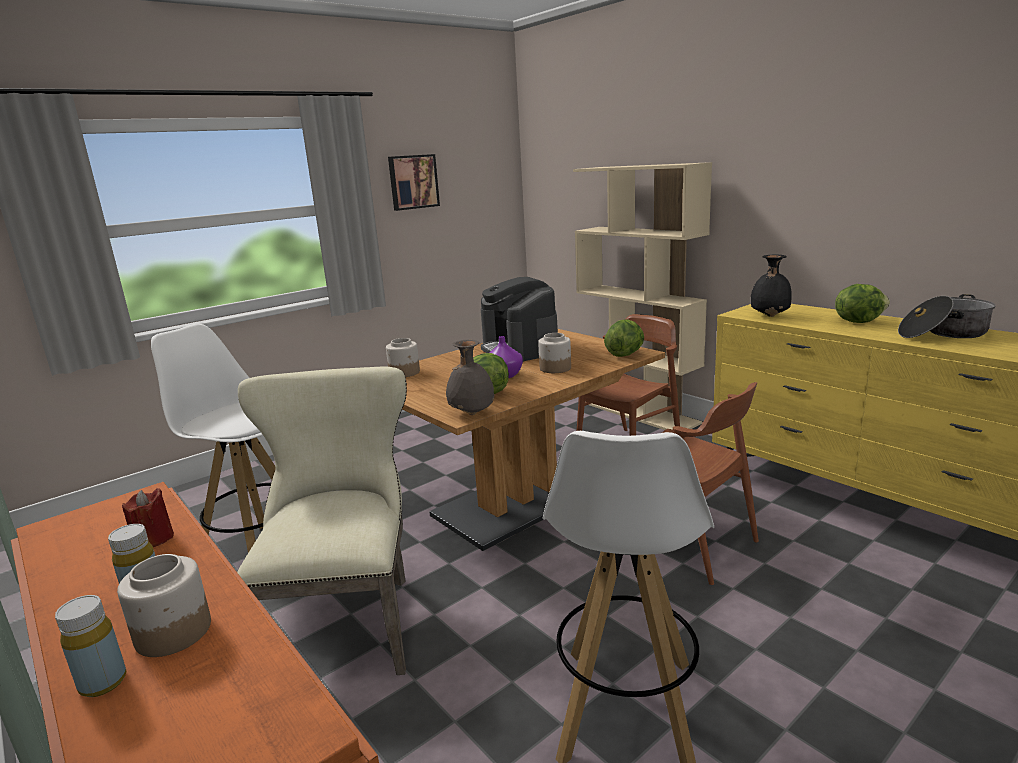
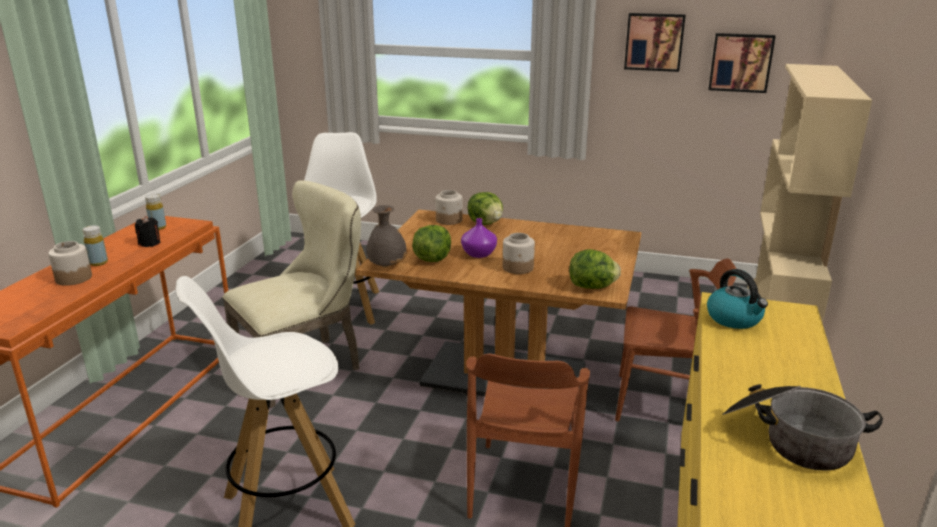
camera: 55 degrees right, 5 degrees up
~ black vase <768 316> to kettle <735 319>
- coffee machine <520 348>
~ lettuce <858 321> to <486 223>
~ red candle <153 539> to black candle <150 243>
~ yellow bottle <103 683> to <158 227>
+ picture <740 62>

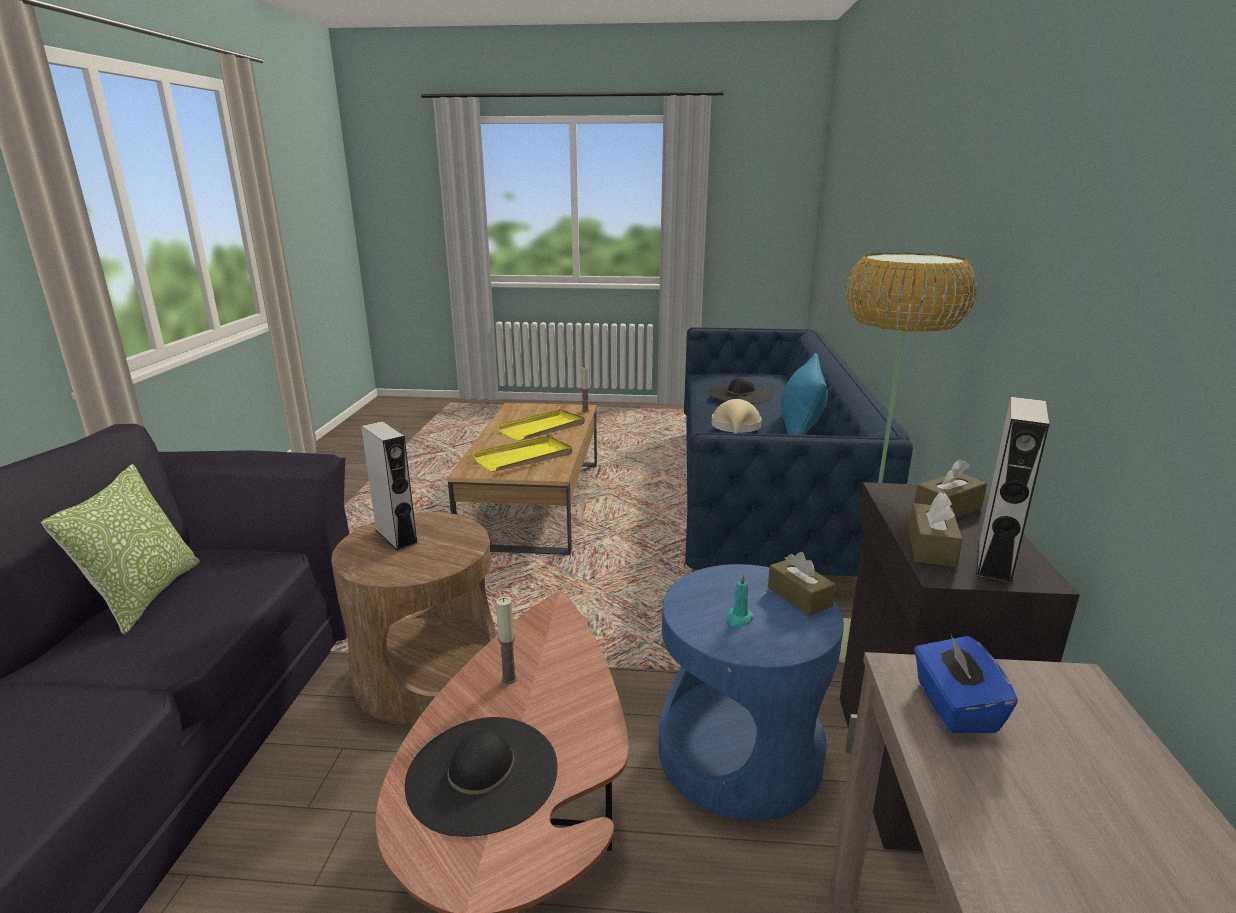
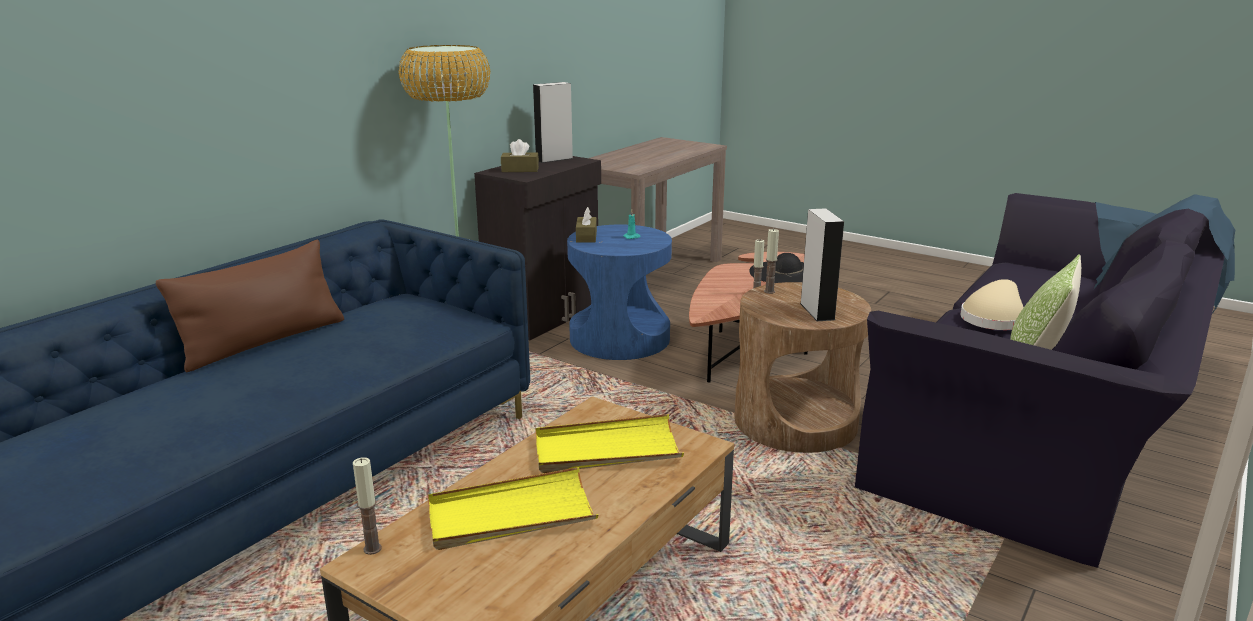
camera: 150 degrees left, 0 degrees up
~ blue pillow <800 426> to brown pillow <264 342>
- black hat <740 394>
~ beige hat <736 428> to <993 319>
- brown tissue box <931 547>
- blue tissue box <954 707>
+ candle <769 291>

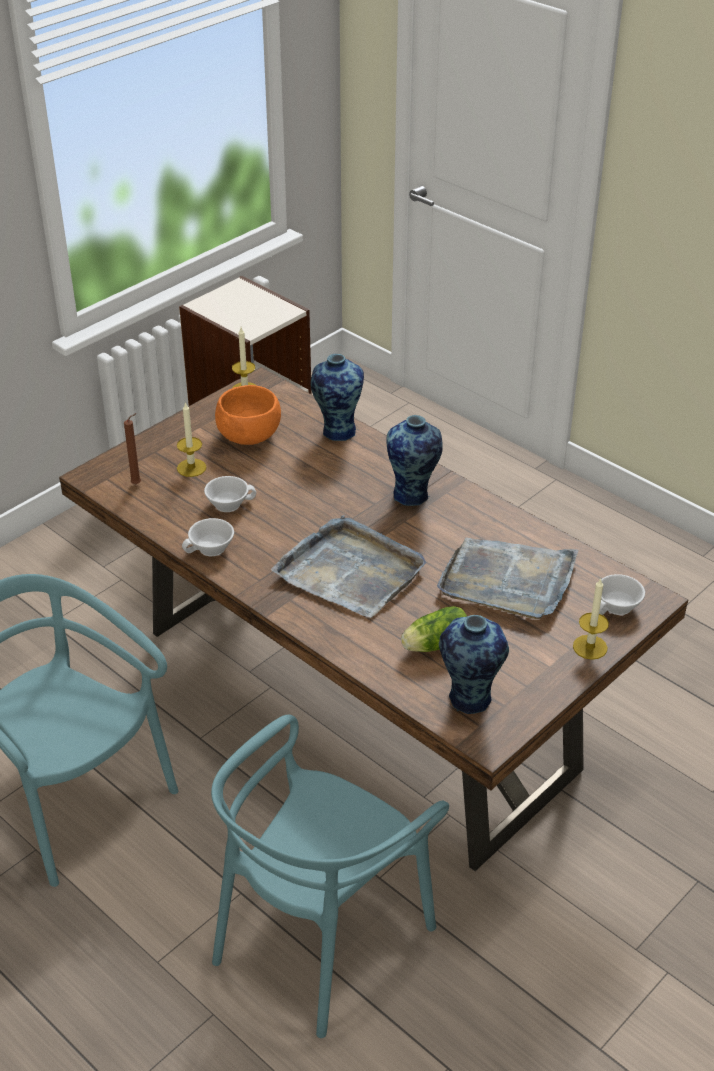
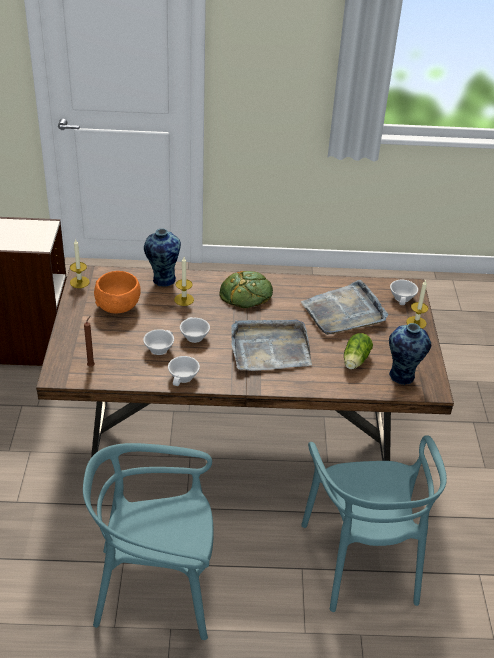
camera: 45 degrees left, 0 degrees up
~ candle <191 468> to <184 299>
~ vase <413 495> to bread <246 294>
+ white cup <193 336>

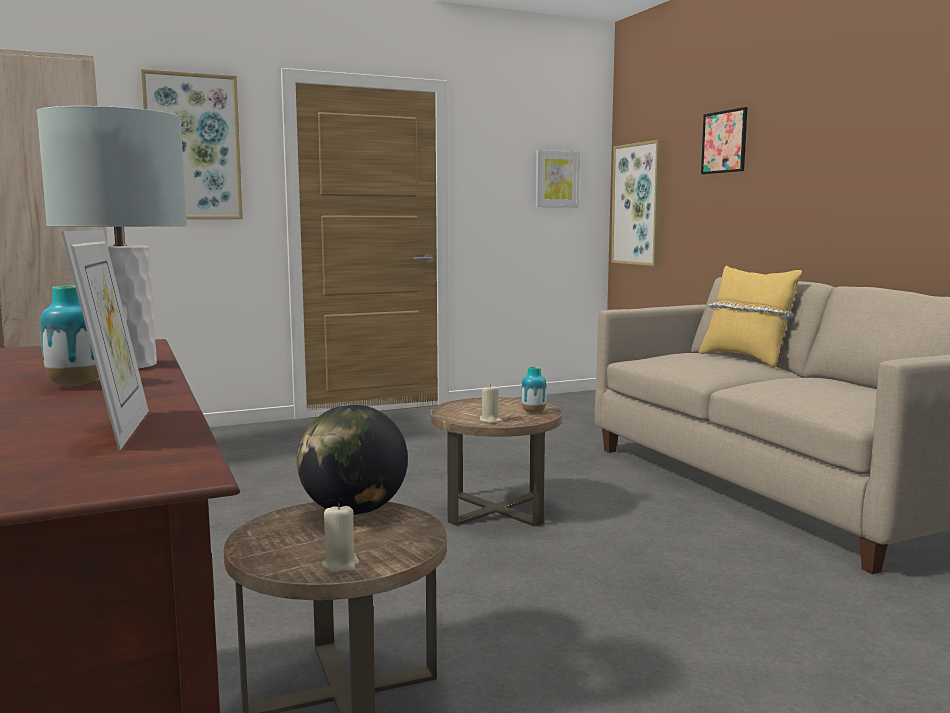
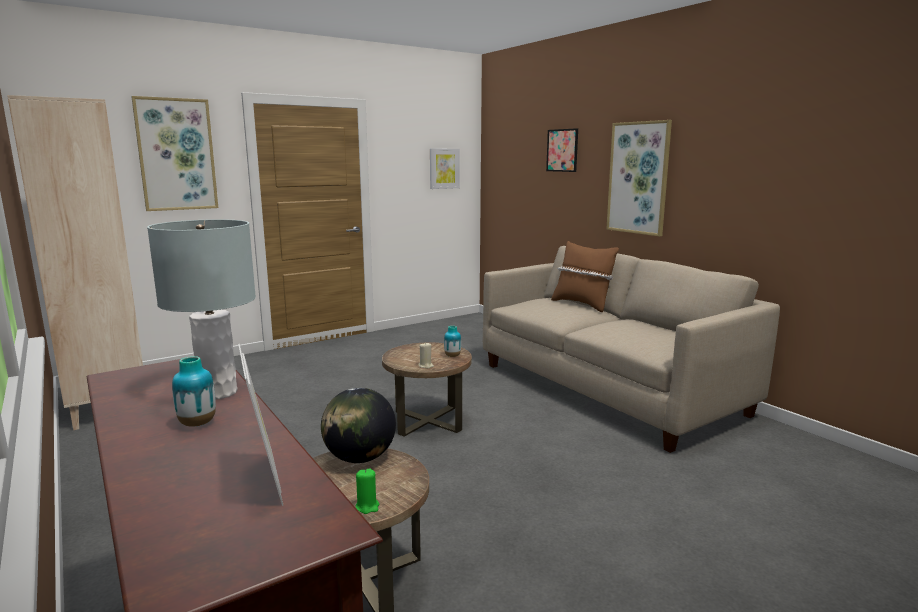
camera: 10 degrees left, 5 degrees up
~ picture <637 204> to <638 178>
~ yellow pillow <745 359> to brown pillow <582 304>
~ beige candle <341 564> to green candle <367 506>

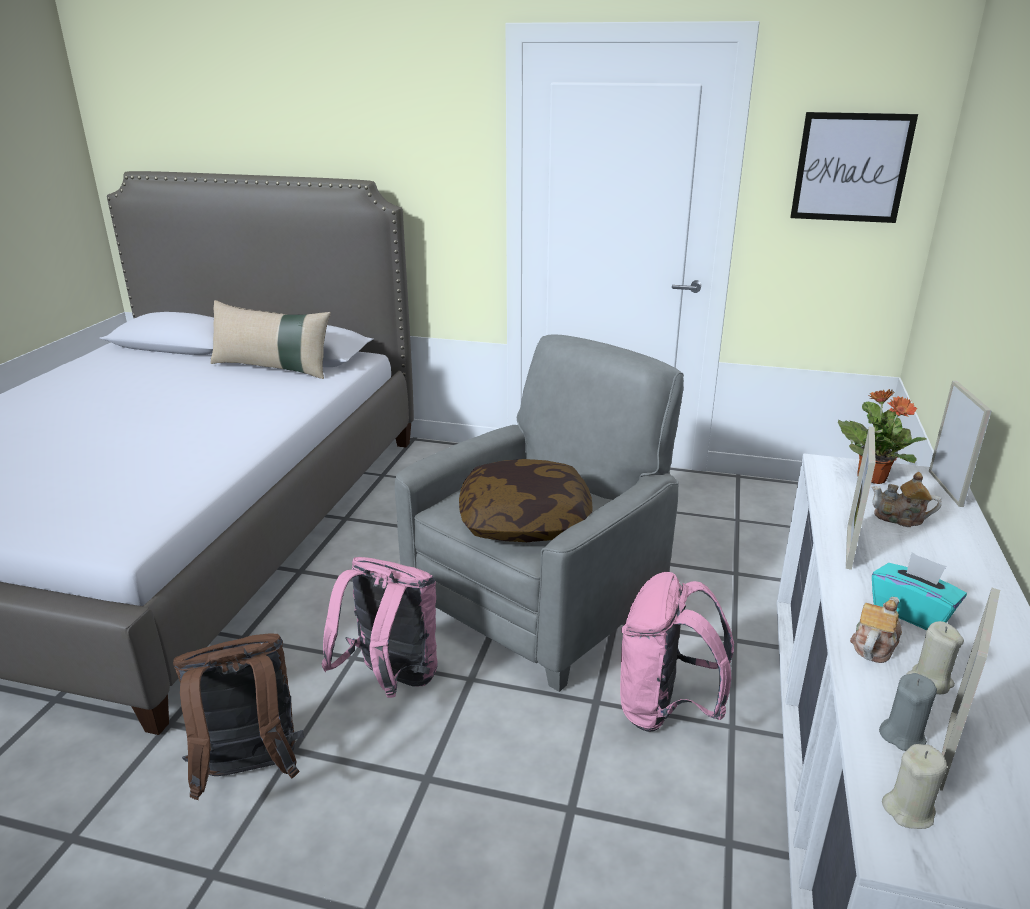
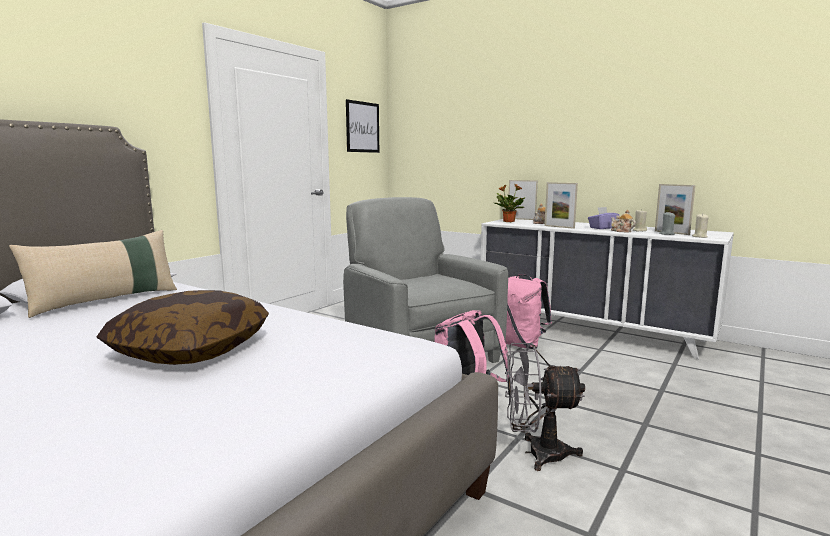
camera: 70 degrees left, 15 degrees down
~ pillow <525 521> to <191 350>
~ turquoise tissue box <911 612> to purple tissue box <602 228>
~ brown backpack <250 772> to grey fan <536 453>

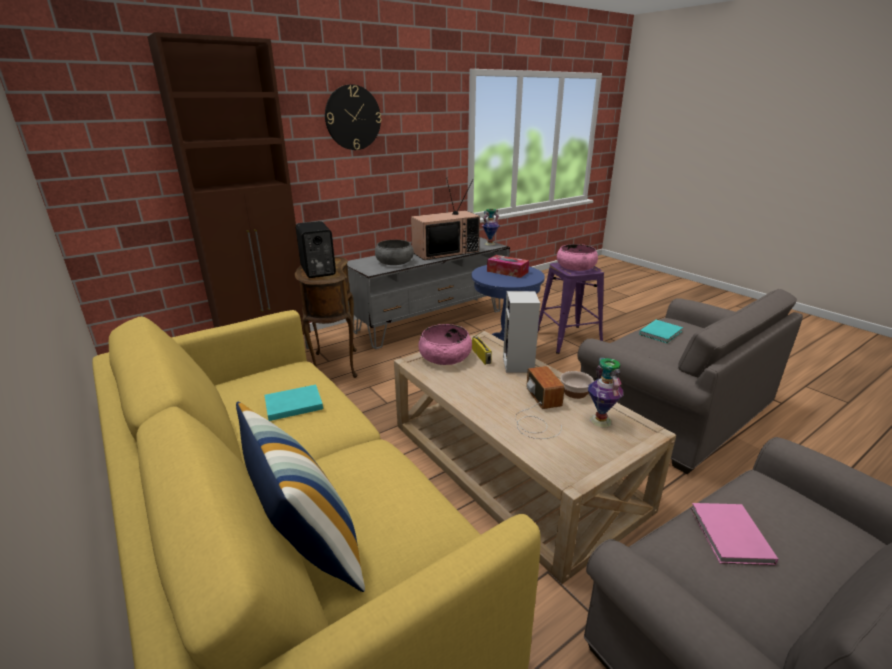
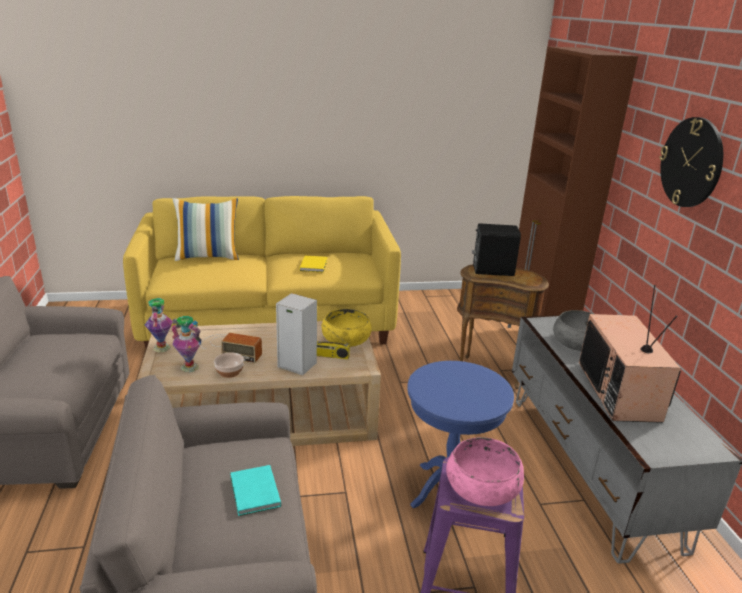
camera: 115 degrees right, 0 degrees up
~ vase <490 243> to <161 347>
- tissue box <507 272>
~ pink bowl <445 356> to yellow bowl <346 339>
~ turquoise book <292 404> to yellow book <314 265>
- pink book <730 537>

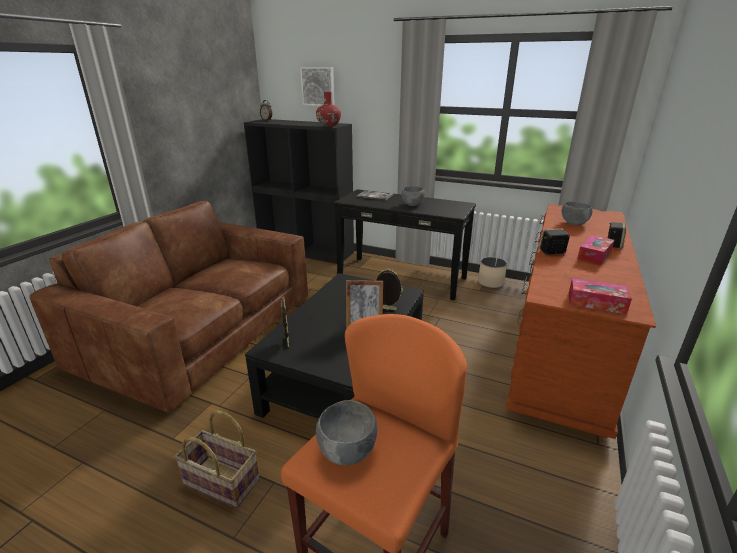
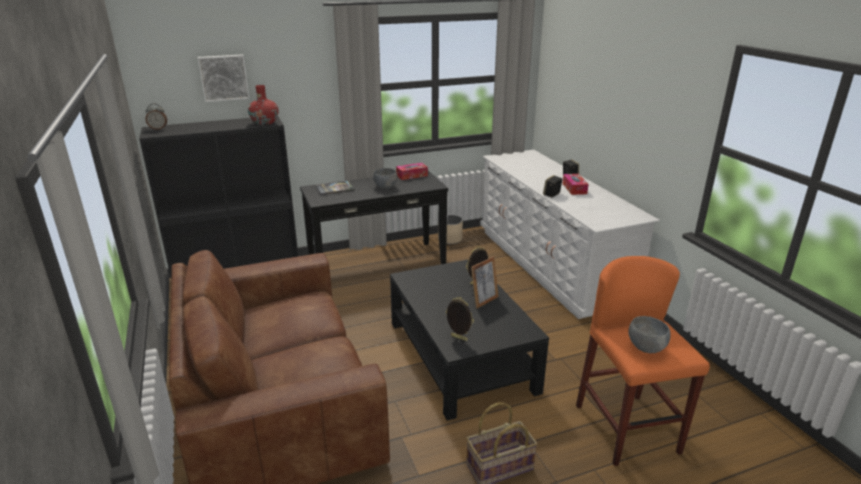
camera: 45 degrees left, 0 degrees up
- grey bowl <573 223>
~ brown dresser <560 345> to white dresser <550 265>
~ tissue box <596 303> to <412 175>

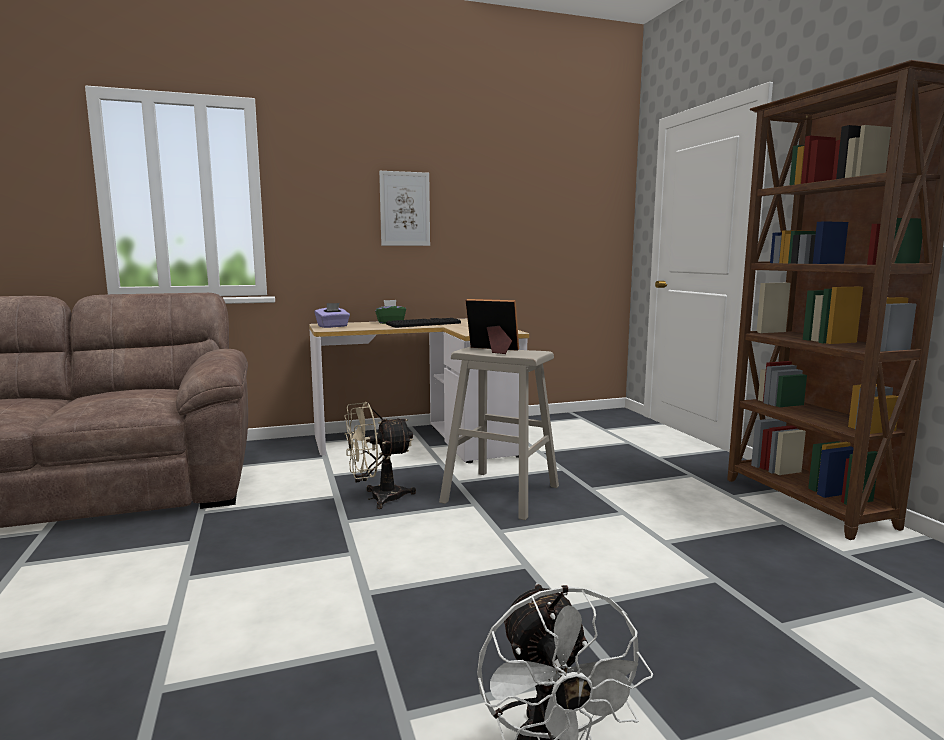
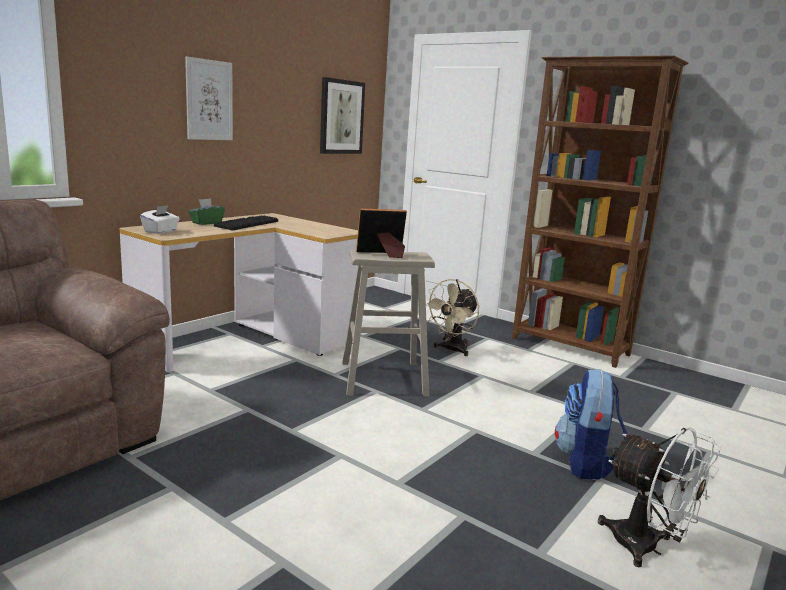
camera: 35 degrees left, 5 degrees up
~ purple tissue box <333 326> to white tissue box <161 231>
~ beige fan <378 498> to <451 350>
+ picture <341 117>
+ backpack <586 463>

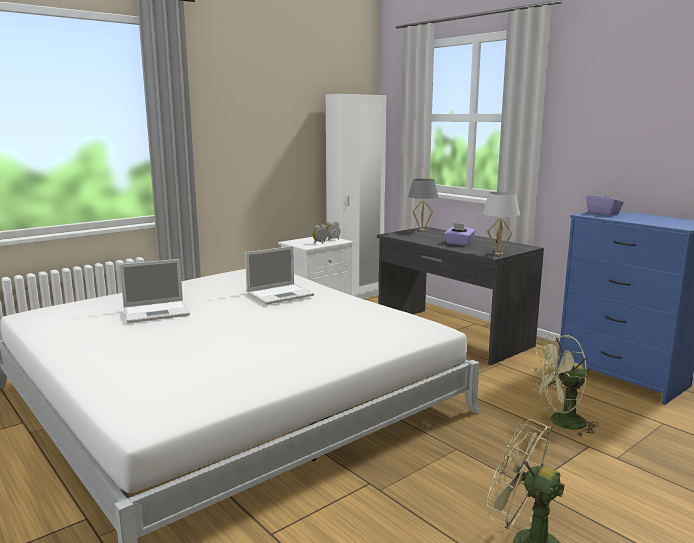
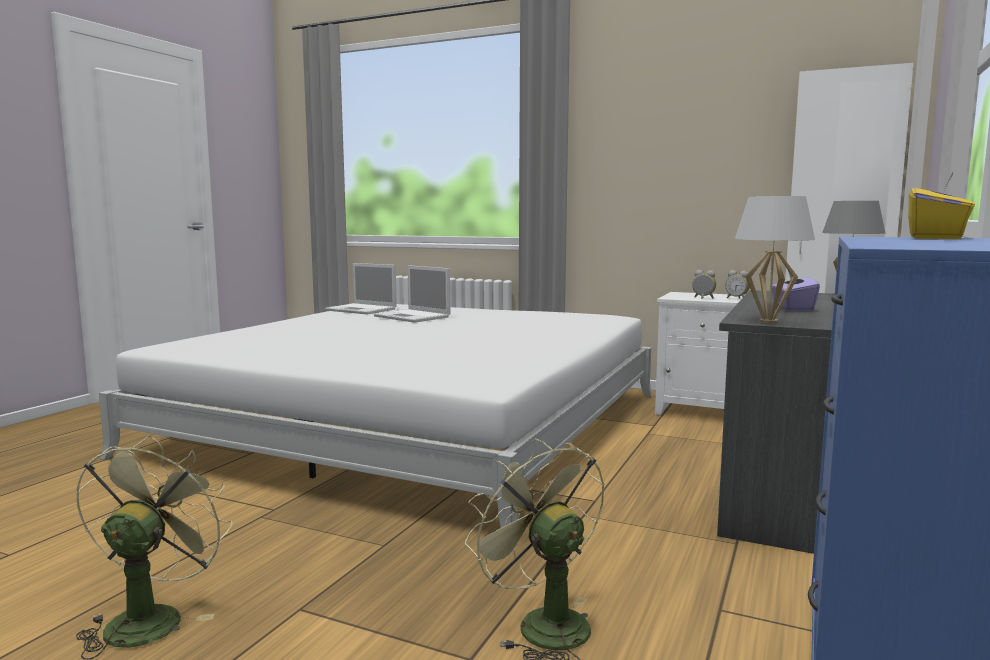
camera: 65 degrees right, 5 degrees down
~ purple tissue box <603 213> to yellow tissue box <936 238>
~ laptop <281 294> to <362 310>

